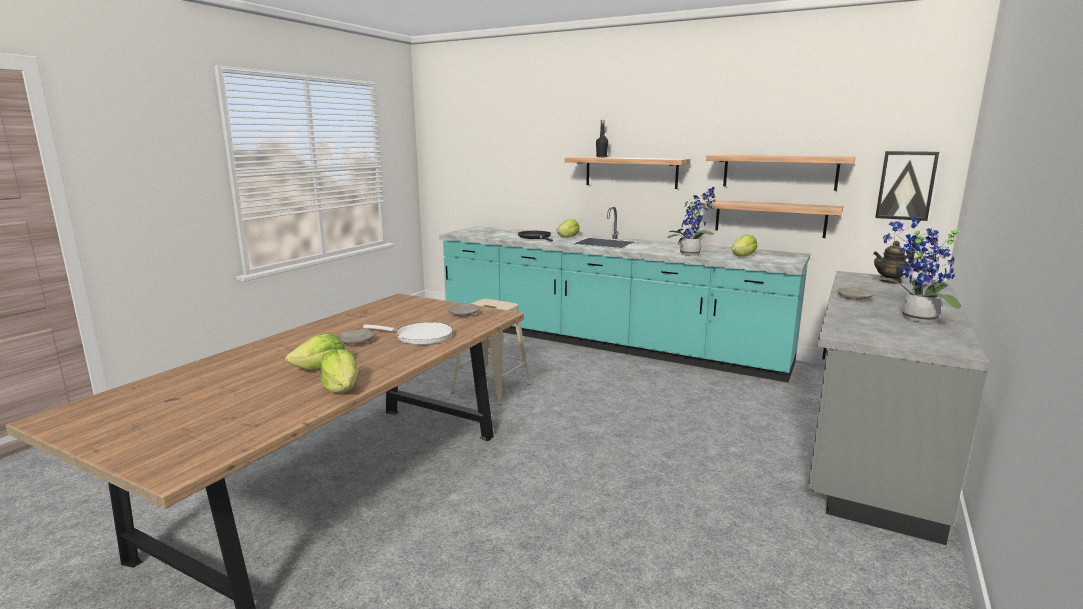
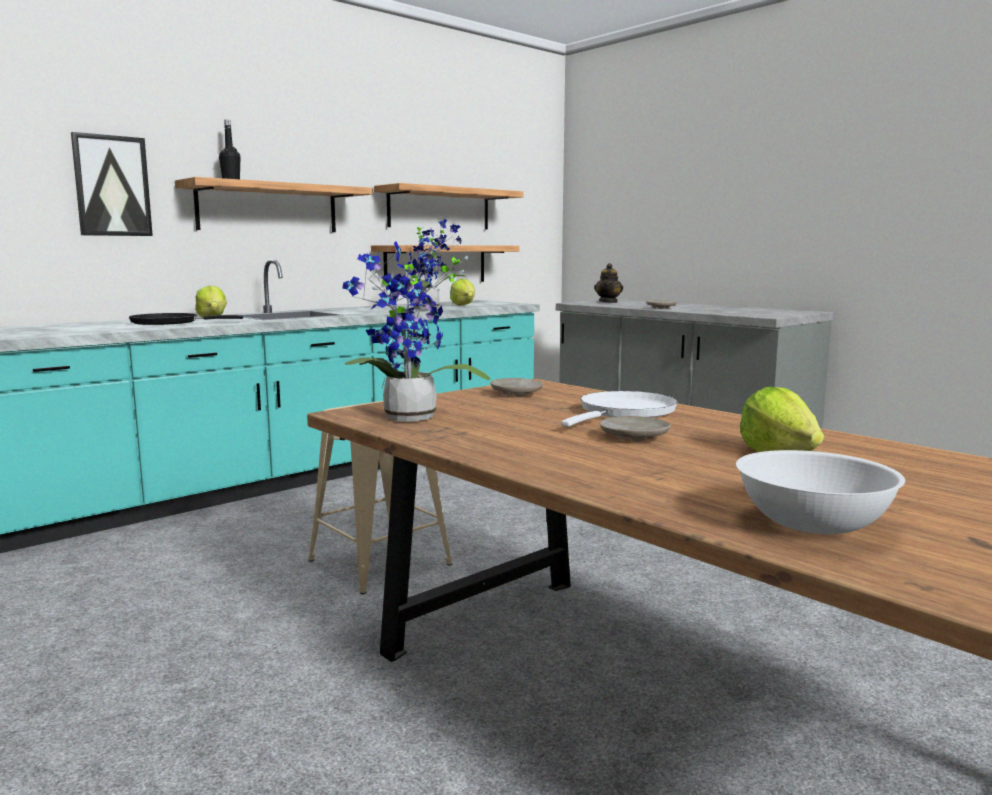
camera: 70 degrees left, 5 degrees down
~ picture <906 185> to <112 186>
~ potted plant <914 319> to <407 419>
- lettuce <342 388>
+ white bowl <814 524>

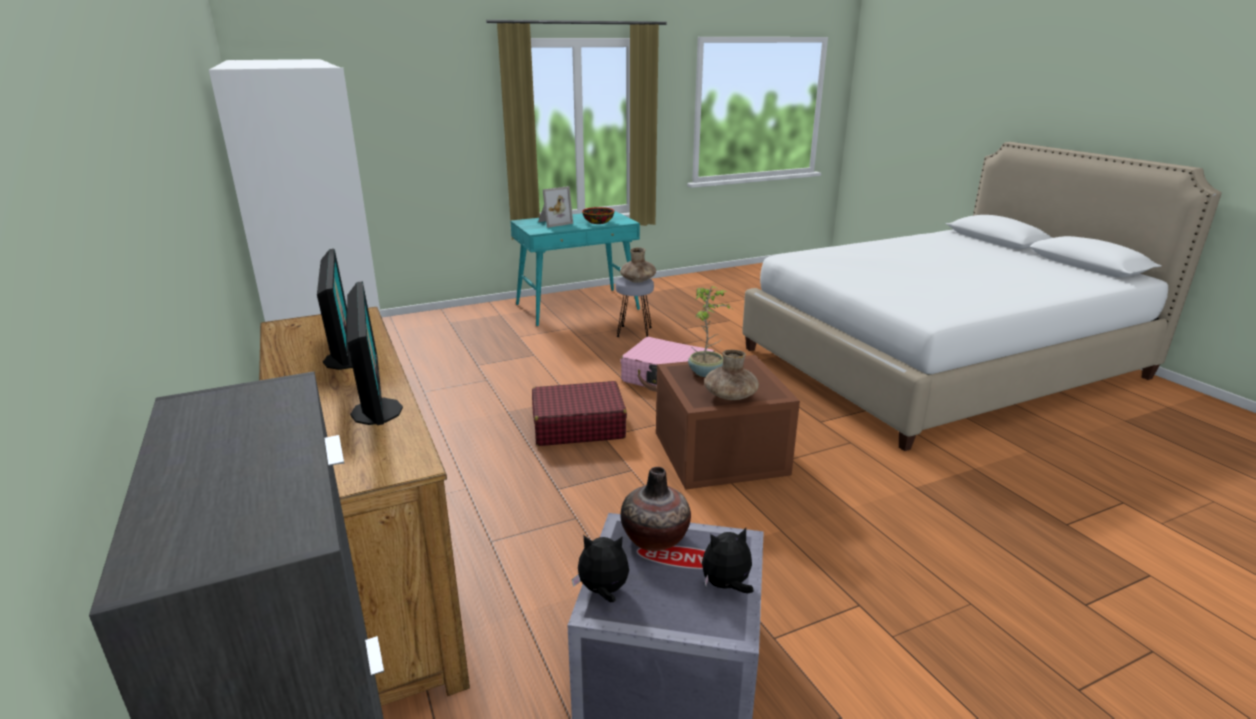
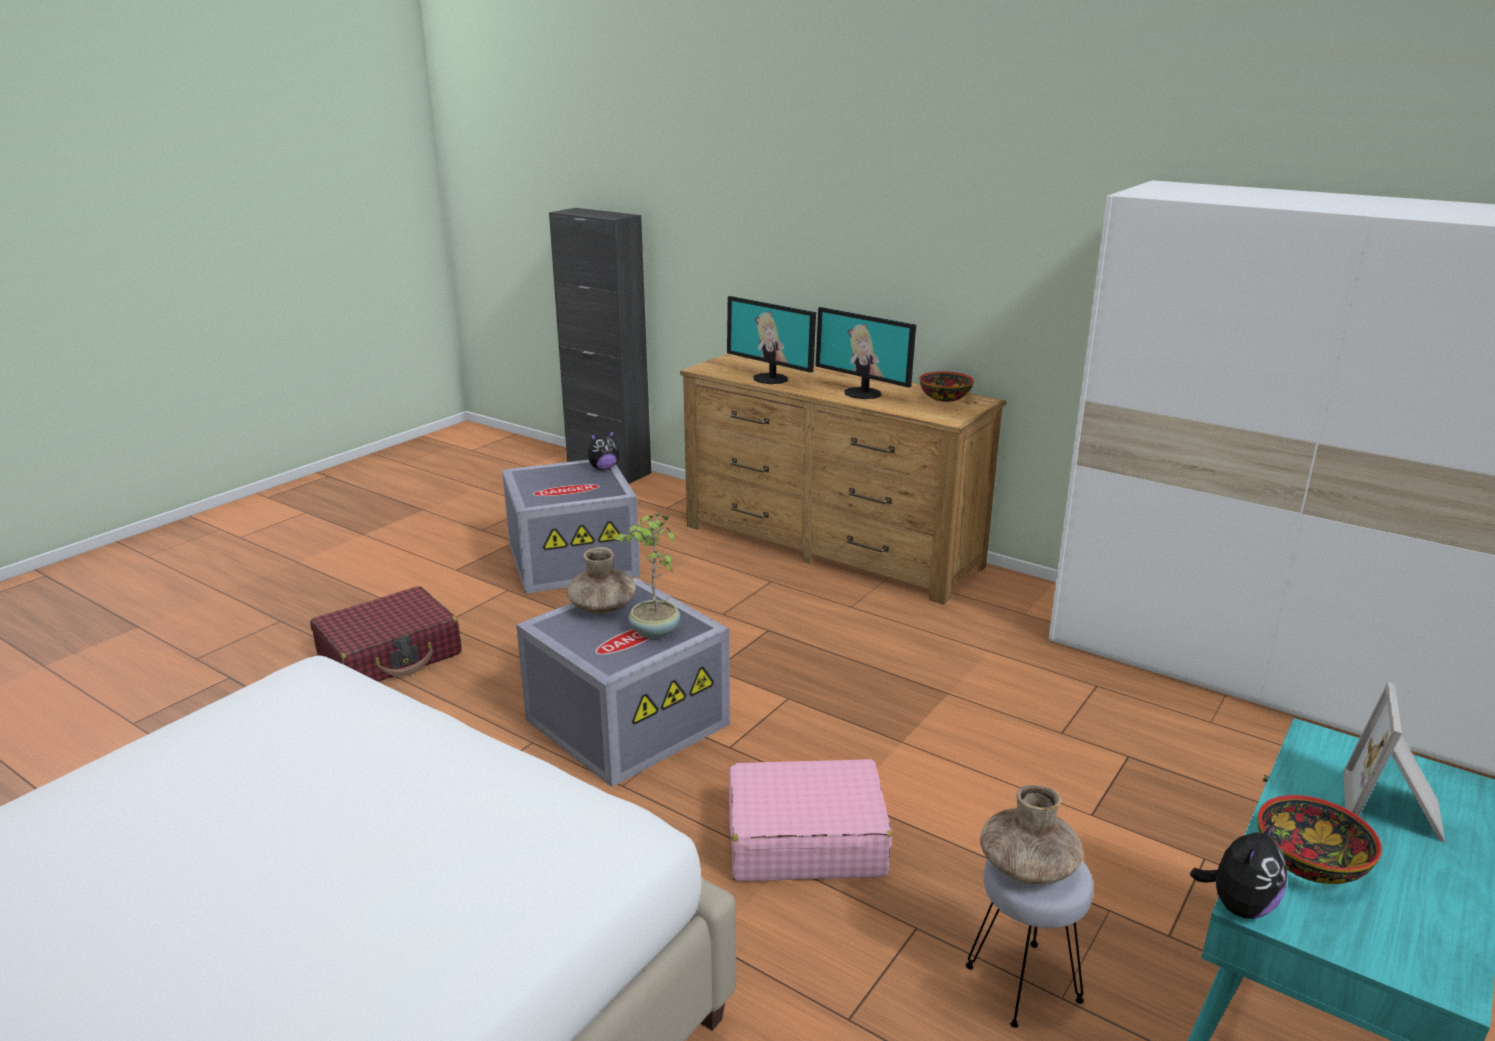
camera: 150 degrees right, 0 degrees up
~ brown storage box <719 454> to grey storage box <628 720>
~ red suitcase <577 426> to <390 655>
- vase <655 538>
~ plush toy <726 586> to <1238 906>
+ bowl <944 398>

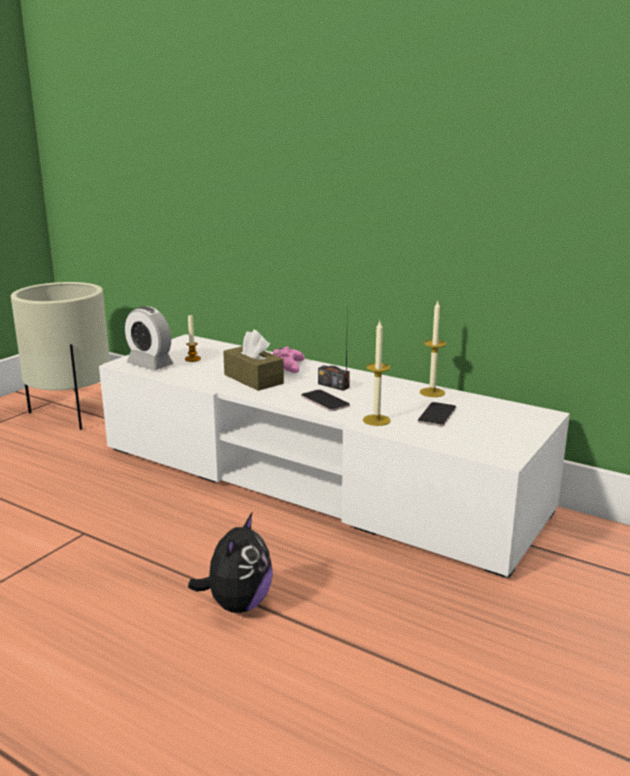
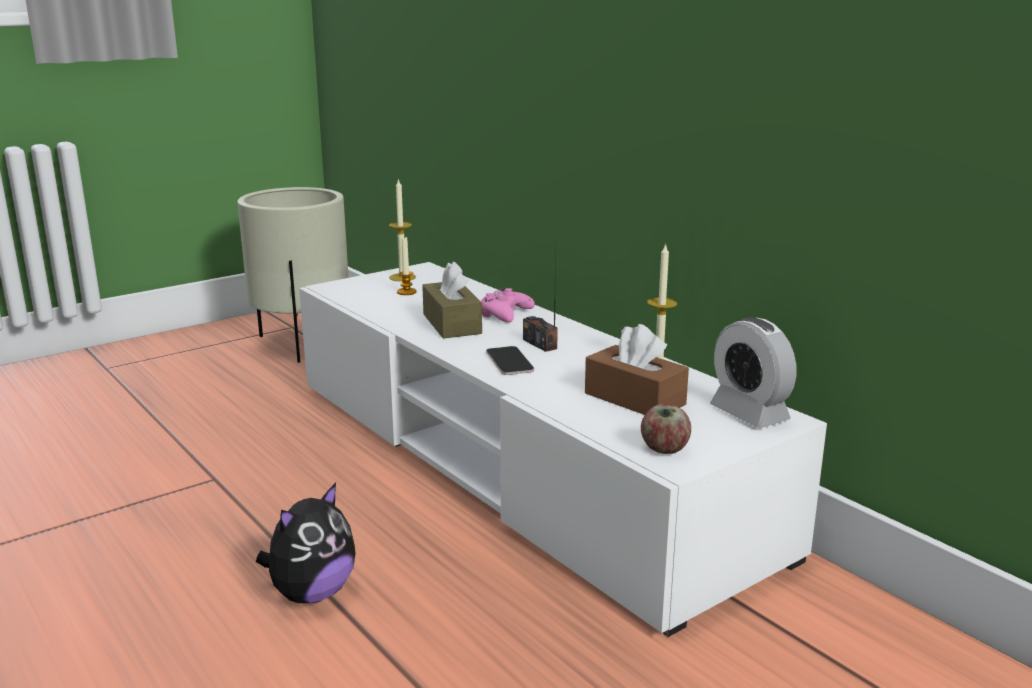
camera: 20 degrees right, 0 degrees up
~ alarm clock <150 364> to <749 413>
~ candle <376 420> to <402 277>
~ phone <437 415> to brown tissue box <634 399>
+ apple <664 449>

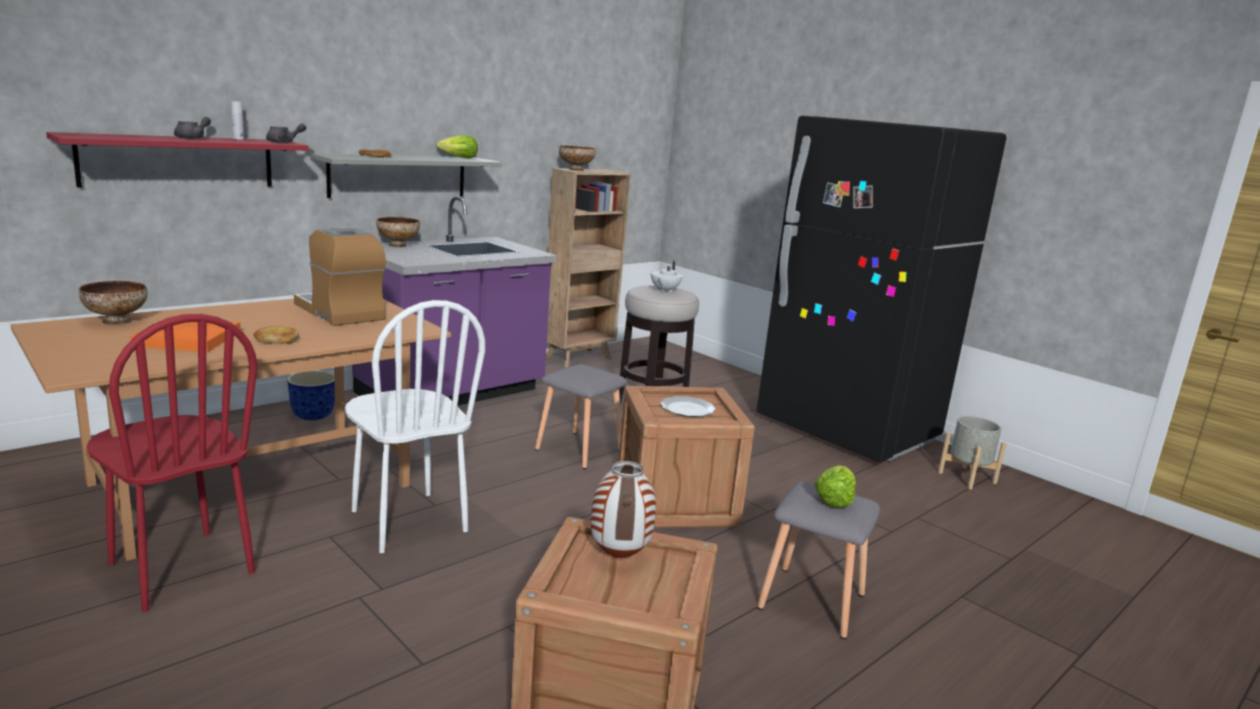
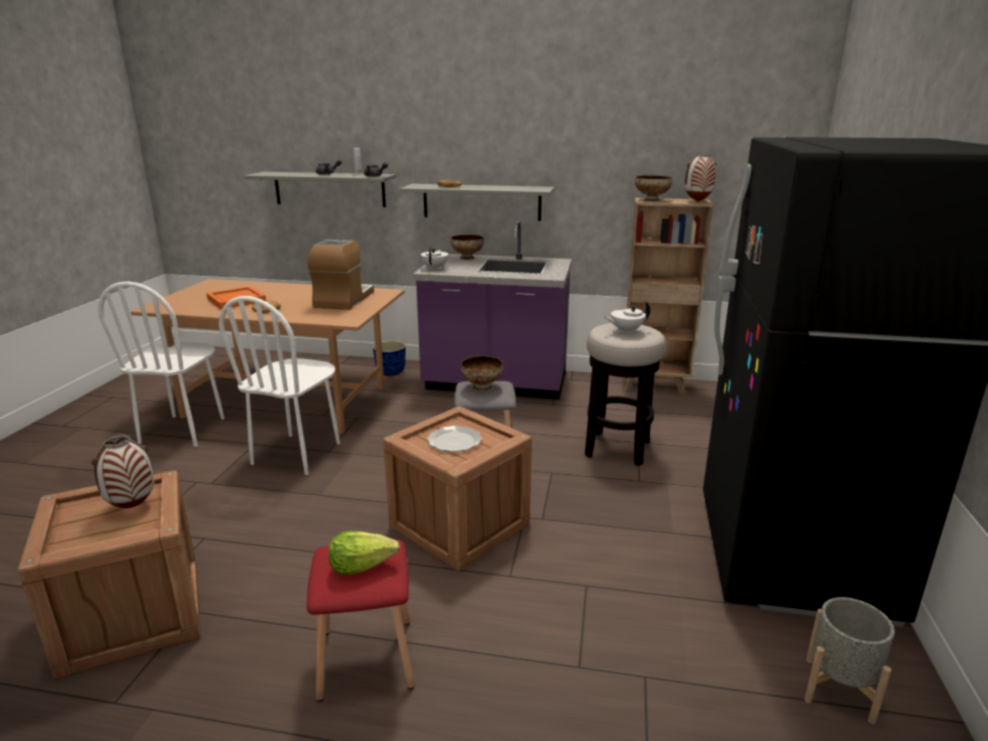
camera: 55 degrees right, 5 degrees up
~ red shelf <179 161> to grey shelf <329 189>
- lettuce <459 158>
~ bowl <115 321> to <481 387>
~ red chair <180 569> to white chair <183 430>
~ grey stool <811 600> to red stool <368 657>
+ vase <697 201>
+ white teapot <435 268>

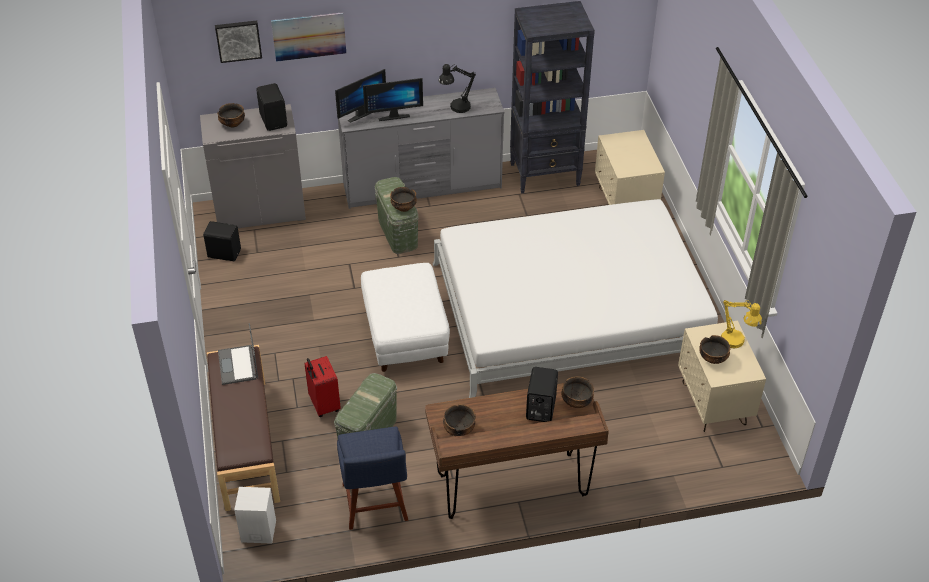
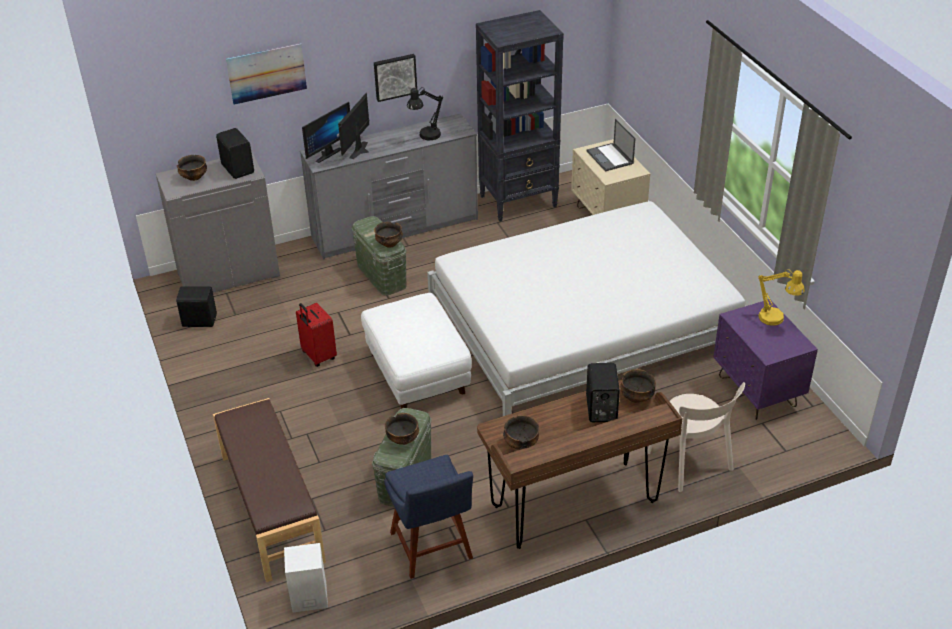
camera: 10 degrees left, 5 degrees down
~ picture <238 40> to <394 76>
~ monitor <393 115> = <362 151> 135 degrees clockwise
~ beige nightstand <714 404> to purple nightstand <757 392>
~ laptop <238 365> to <610 157>
~ bowl <713 358> to <403 439>
~ red suitcase <323 405> to <318 356>
+ beige chair <691 463>

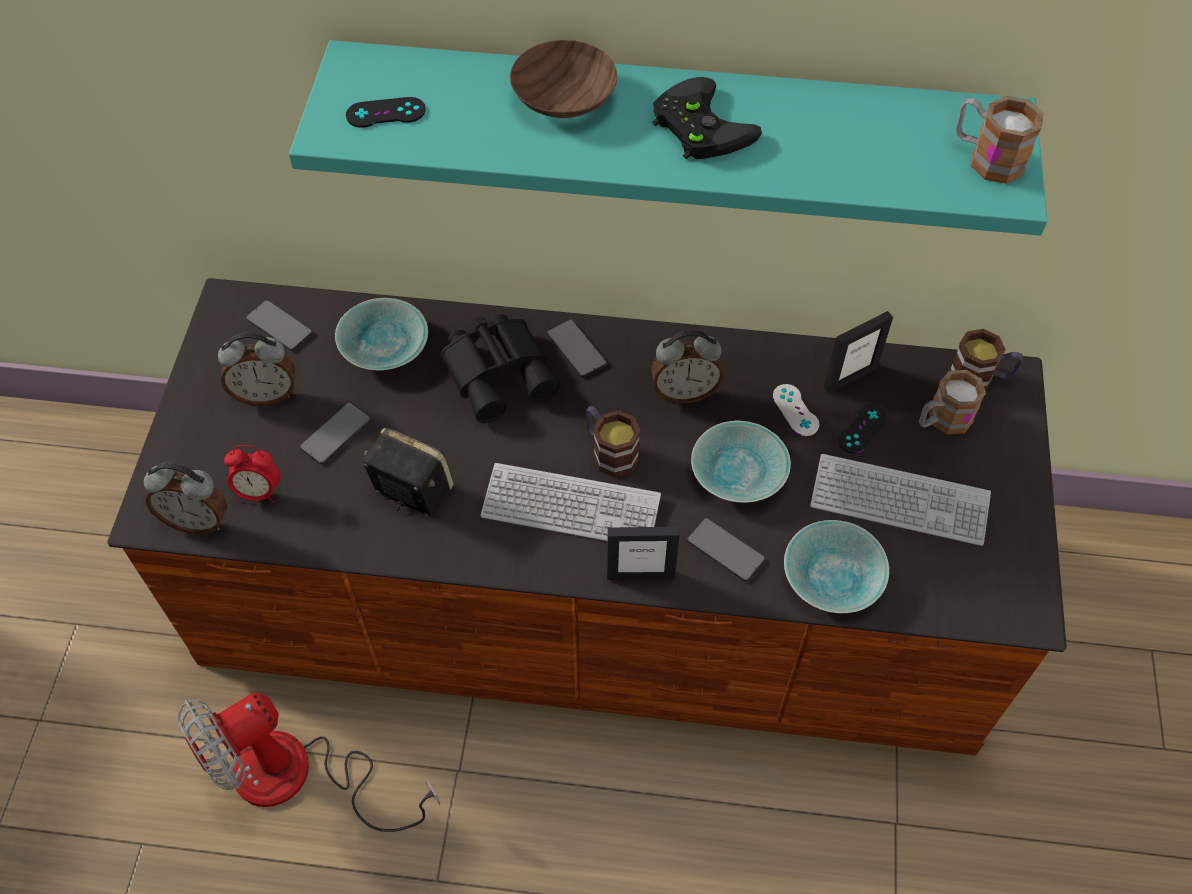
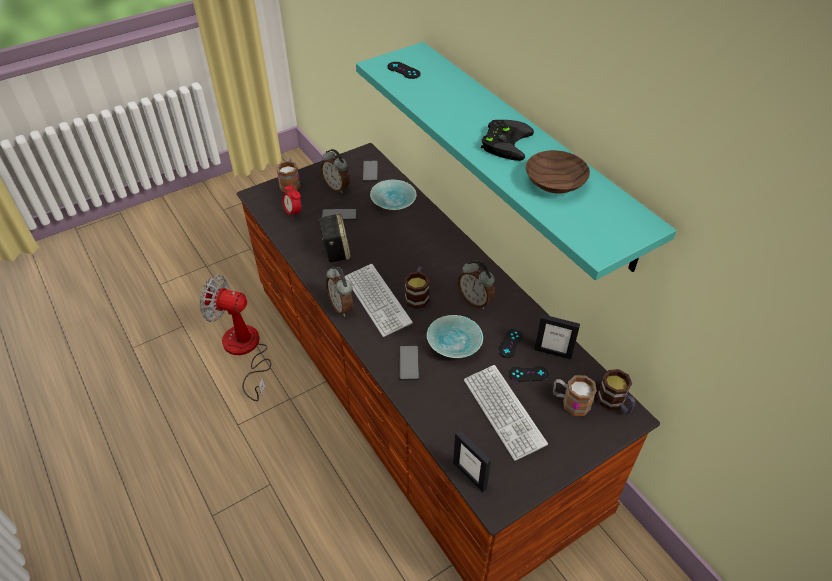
camera: 50 degrees right, 10 degrees down
~ brown bowl <562 99> to <553 182>
~ mug <986 157> to <290 183>
- black binoculars <500 371>
- phone <576 349>
~ white game controller <795 410> to black game controller <510 343>
~ alarm clock <198 520> to <342 307>
- turquoise bowl <833 579>
~ picture frame <640 574> to <470 475>

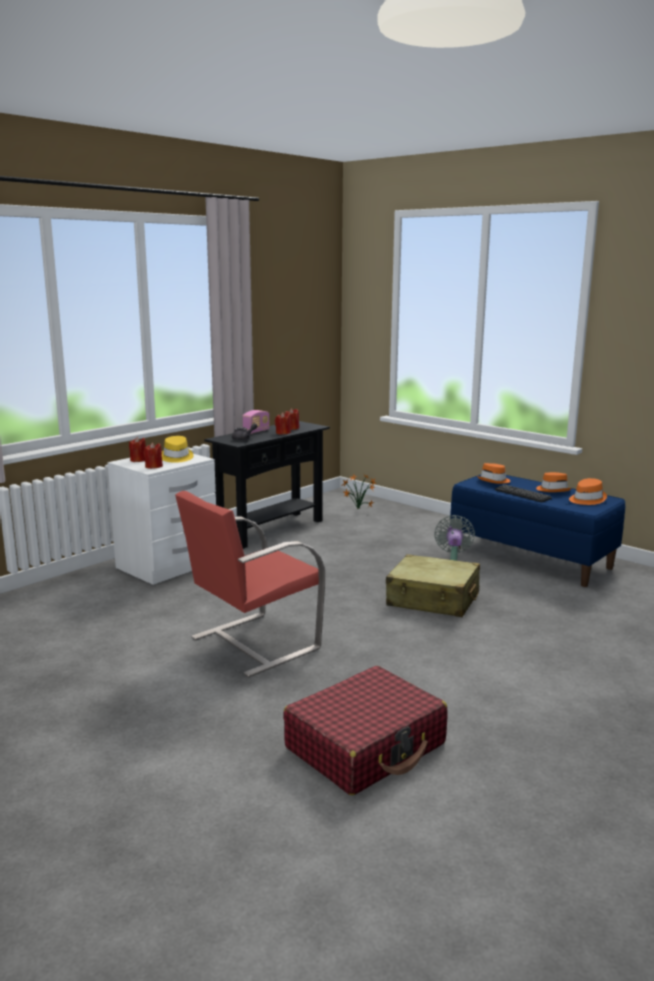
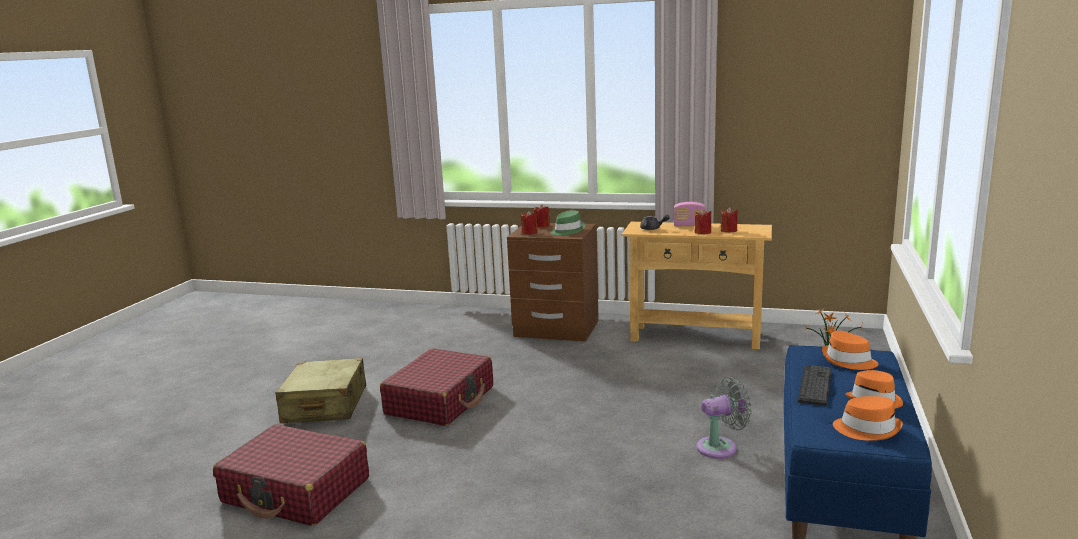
camera: 65 degrees right, 0 degrees up
~ black console table <271 529> to beige console table <695 337>
~ yellow hat <176 457> to green hat <567 230>
~ white nightstand <168 566> to brown nightstand <556 329>
~ red chair <252 643> to red suitcase <440 401>
~ beige suitcase <433 600> to <325 405>

